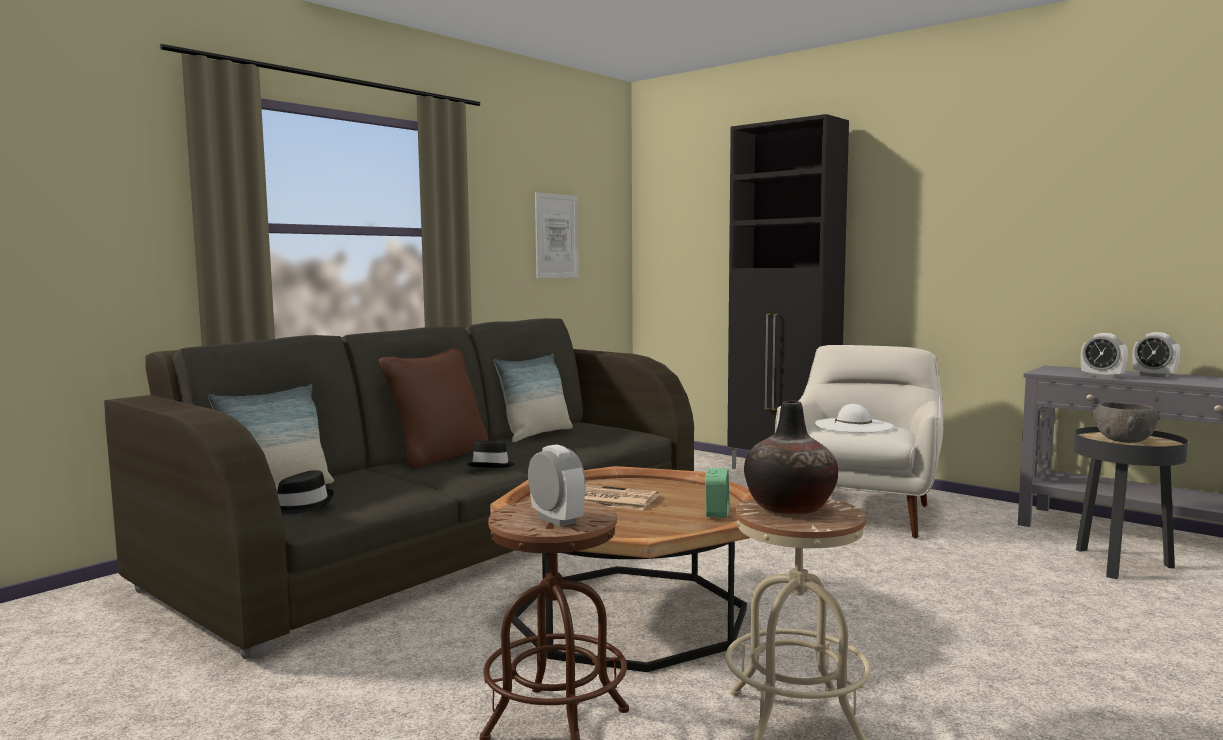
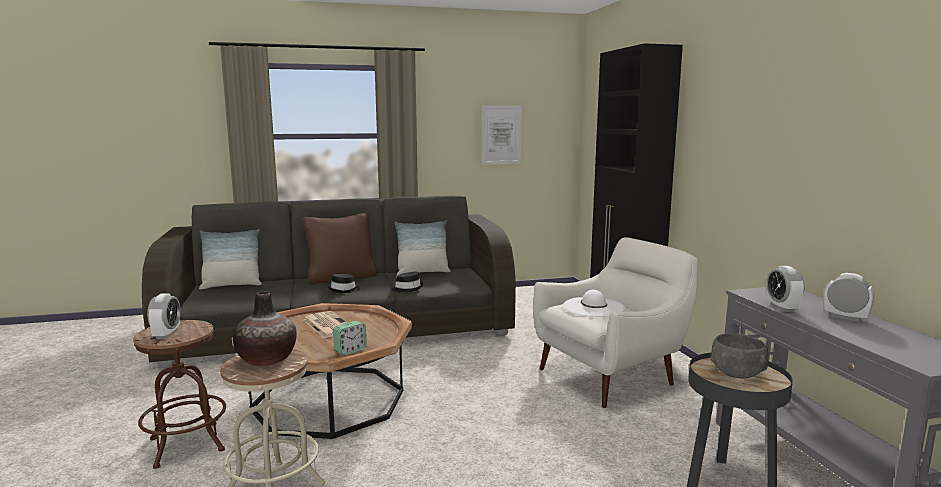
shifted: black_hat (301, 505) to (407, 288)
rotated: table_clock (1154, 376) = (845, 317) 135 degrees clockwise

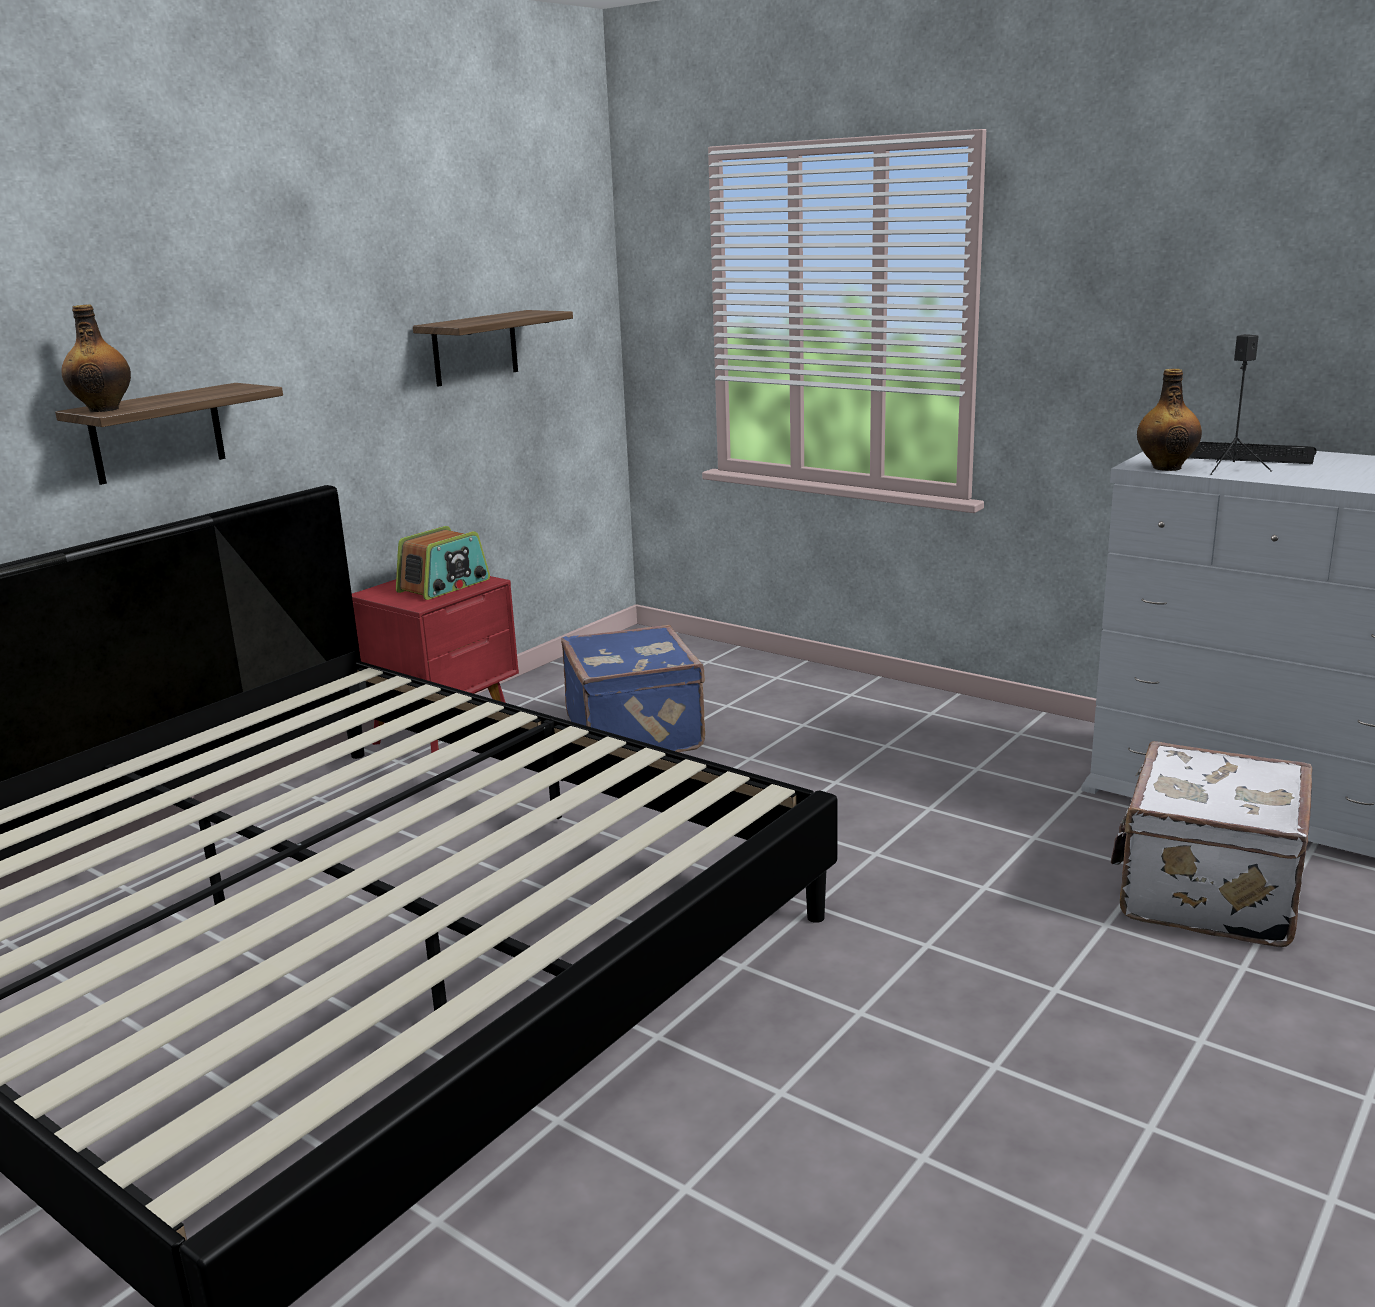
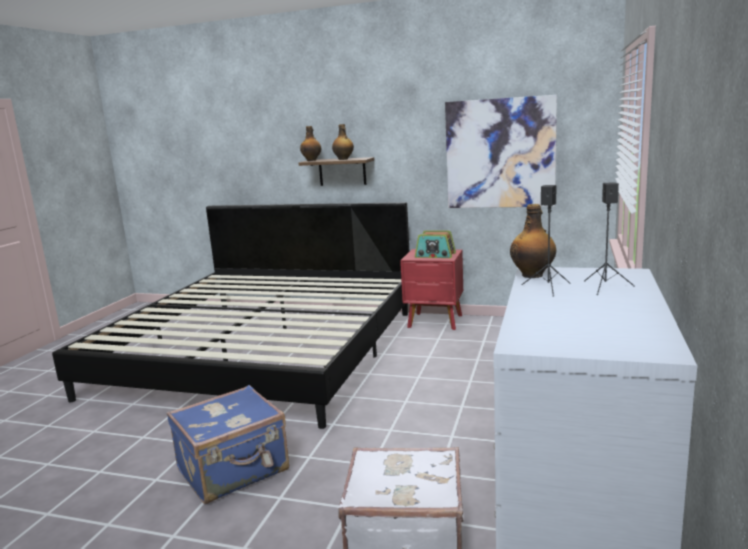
new: beverage_bottle (343, 159)
shifted: blue_travel_case (637, 733) to (234, 470)
swapped: shelf (475, 348) to picture (500, 153); PC_keyboard (1243, 456) to black_speaker (605, 287)

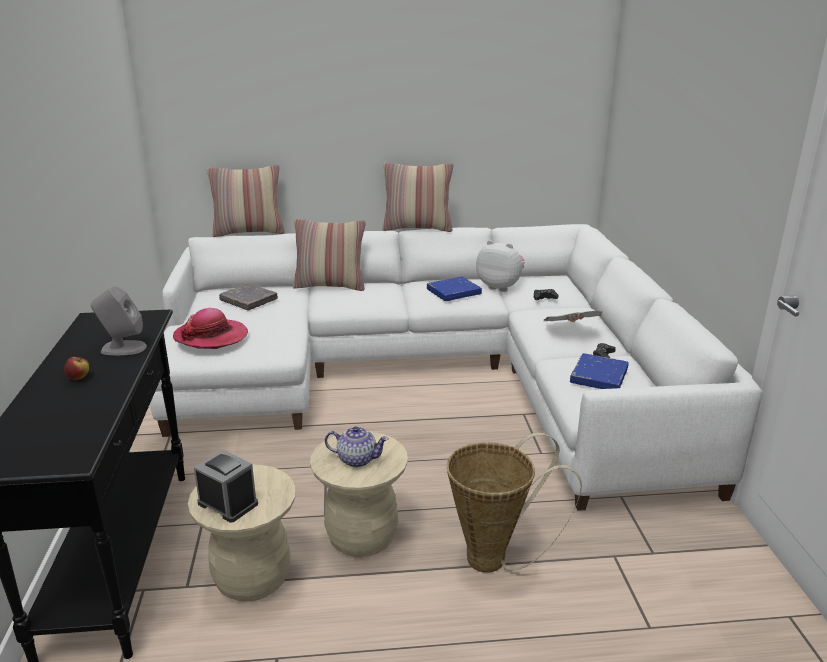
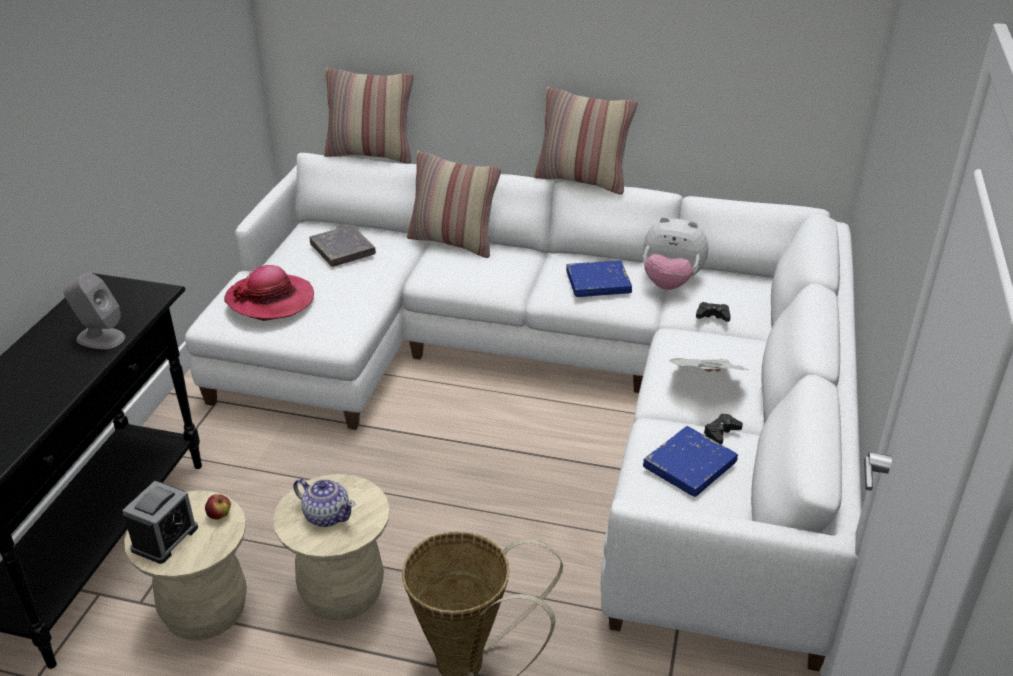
shifted: apple (79, 378) to (219, 515)
rotated: table_clock (228, 503) = (165, 538) 60 degrees clockwise; soft_toy (500, 287) = (670, 283) 150 degrees clockwise

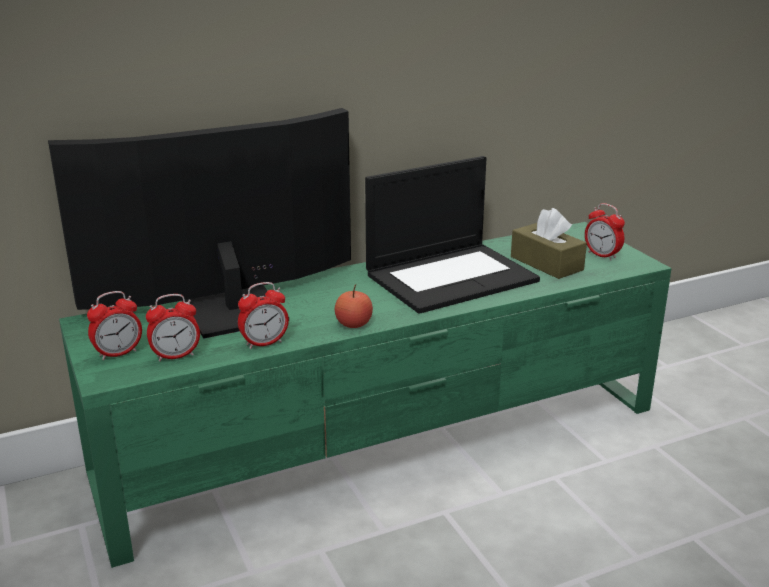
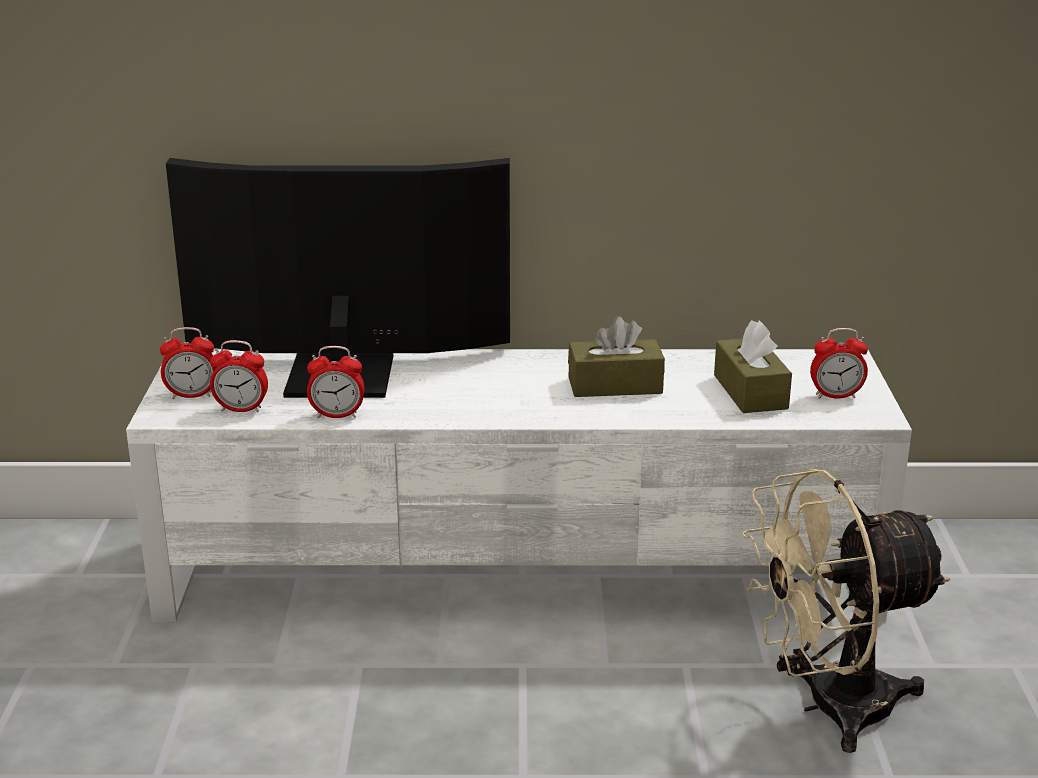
gone: apple (353, 324)
new: beige-coloured_electric_fan (828, 707)
swapped: portable_computer (452, 277) to brownish_tissue_holder (615, 385)
repainted: green_tv_unit (386, 439) to white-coloured_tv_unit (522, 572)
rotated: table_clock (602, 255) = (835, 396) 75 degrees counterclockwise

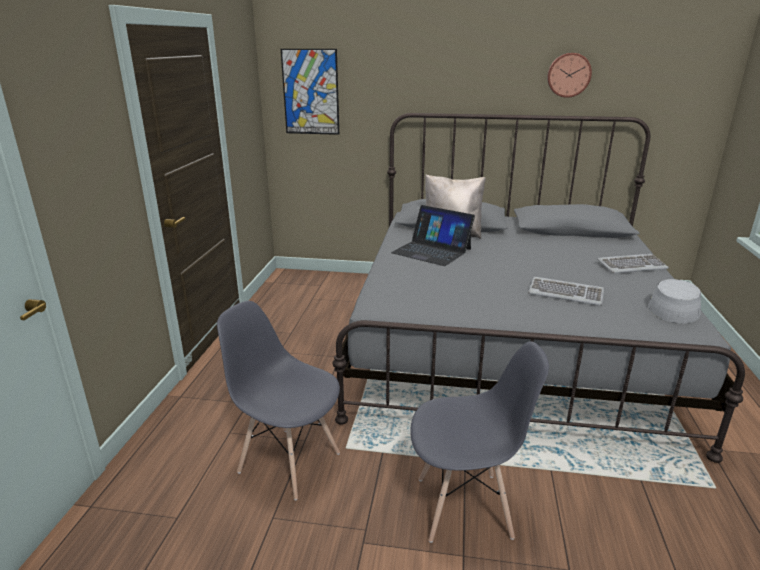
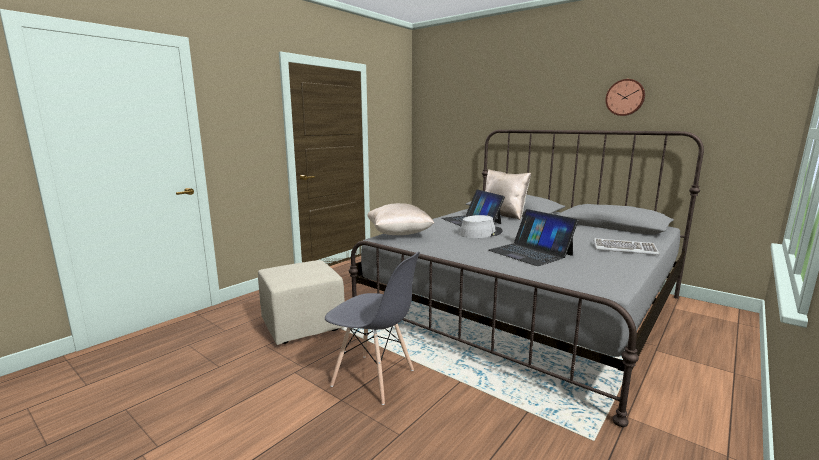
gone: picture (310, 92)
new: beige-coloured_throw_pillow (399, 234)
shifted: grey_hat (673, 307) to (480, 233)
swapped: grey_chair (289, 461) to beige-coloured_ottoman (303, 325); PC_keyboard (565, 293) to portable_computer (530, 252)

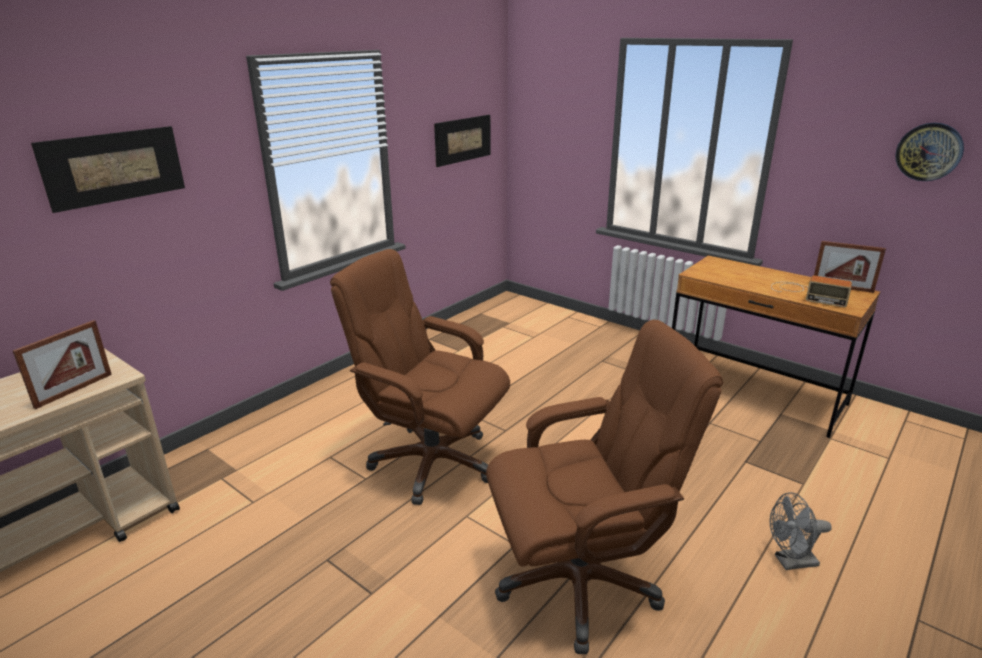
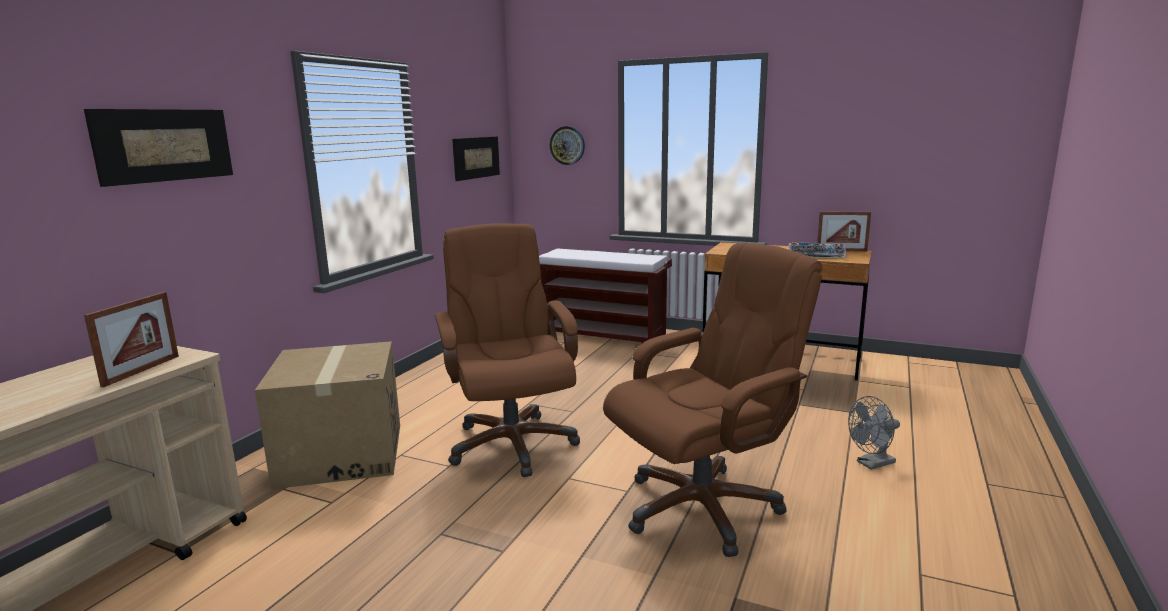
new: carton (341, 454); brownish_bench (604, 335)
shifted: clock_on_the_wall (929, 152) to (567, 145)
swapped: radio_receiver (806, 293) to PC_keyboard (816, 255)
rotated: brownish_desk_chair (431, 462) = (511, 444) 60 degrees clockwise

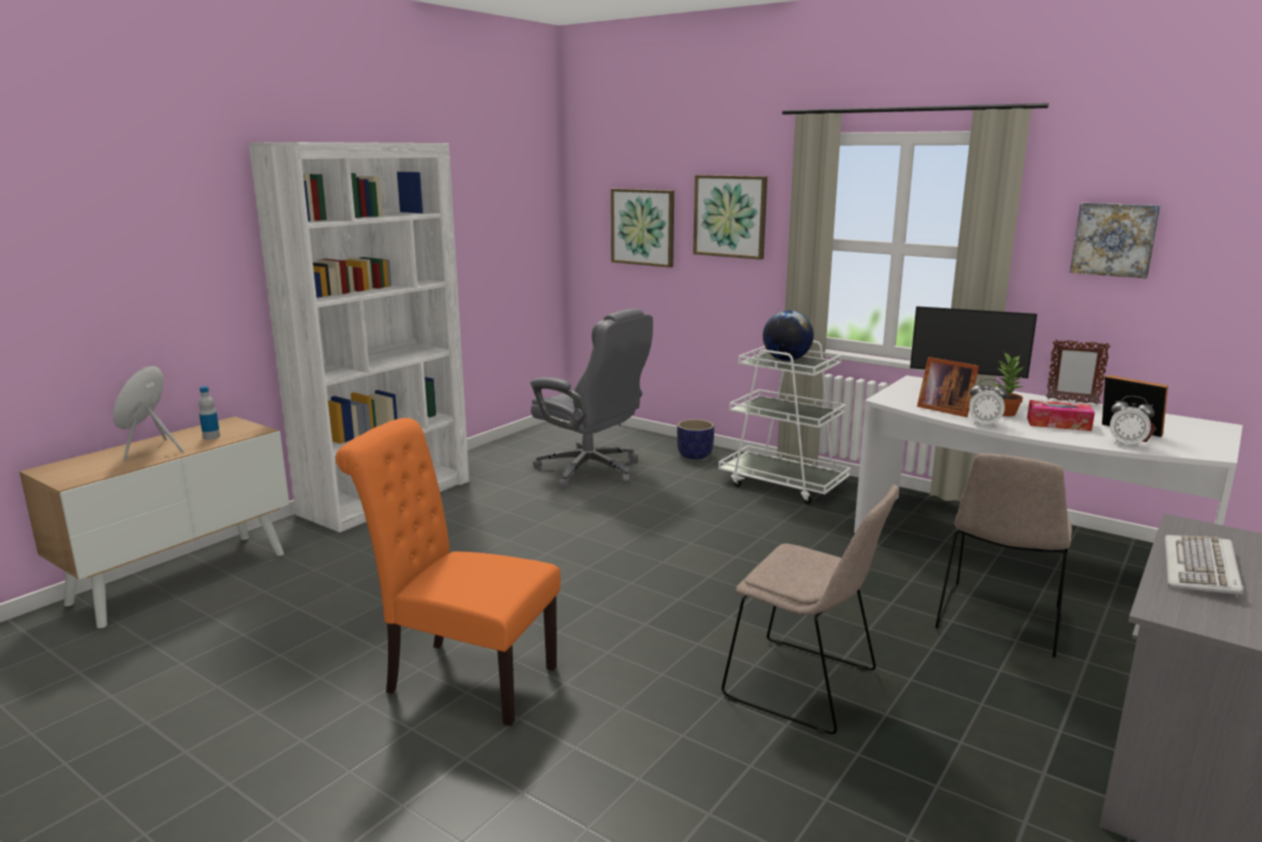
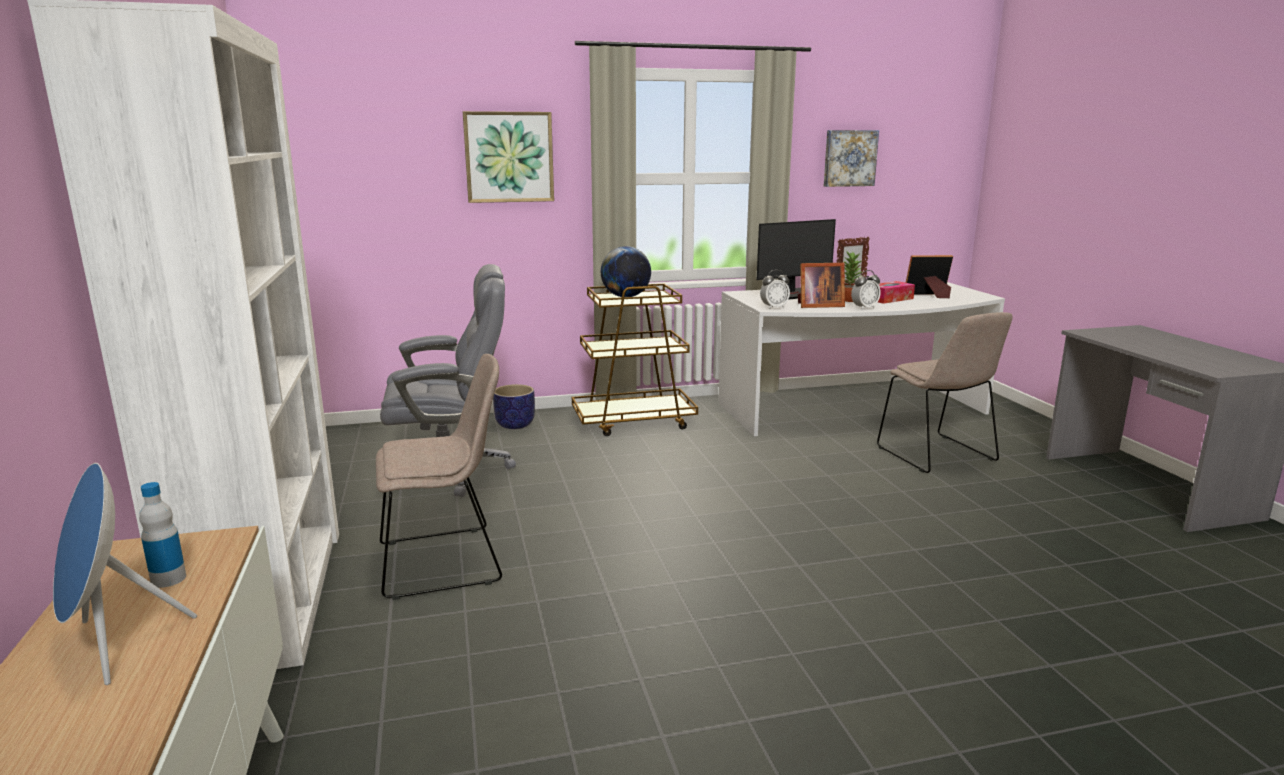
gone: orange-coloured_chair (462, 678); picture (643, 227); PC_keyboard (1201, 569)
shifted: beige-coloured_chair (805, 686) to (445, 561); table_clock (1126, 444) to (774, 308)
repainted: white-coloured_wheeled_cart (783, 484) to brownish_wheeled_cart (634, 421)

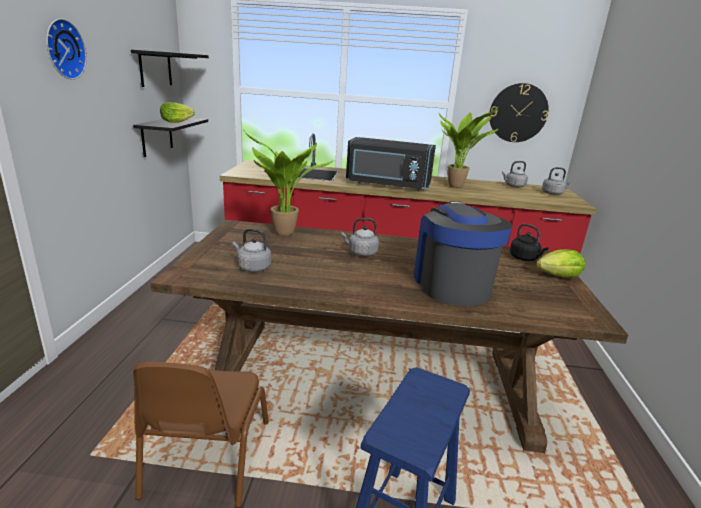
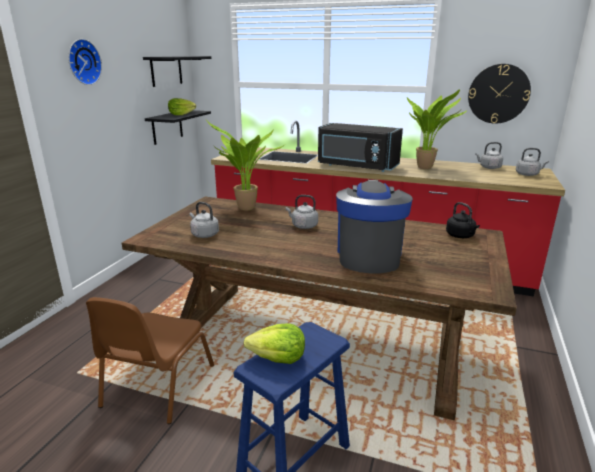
shifted: lettuce_head (558, 276) to (278, 358)

